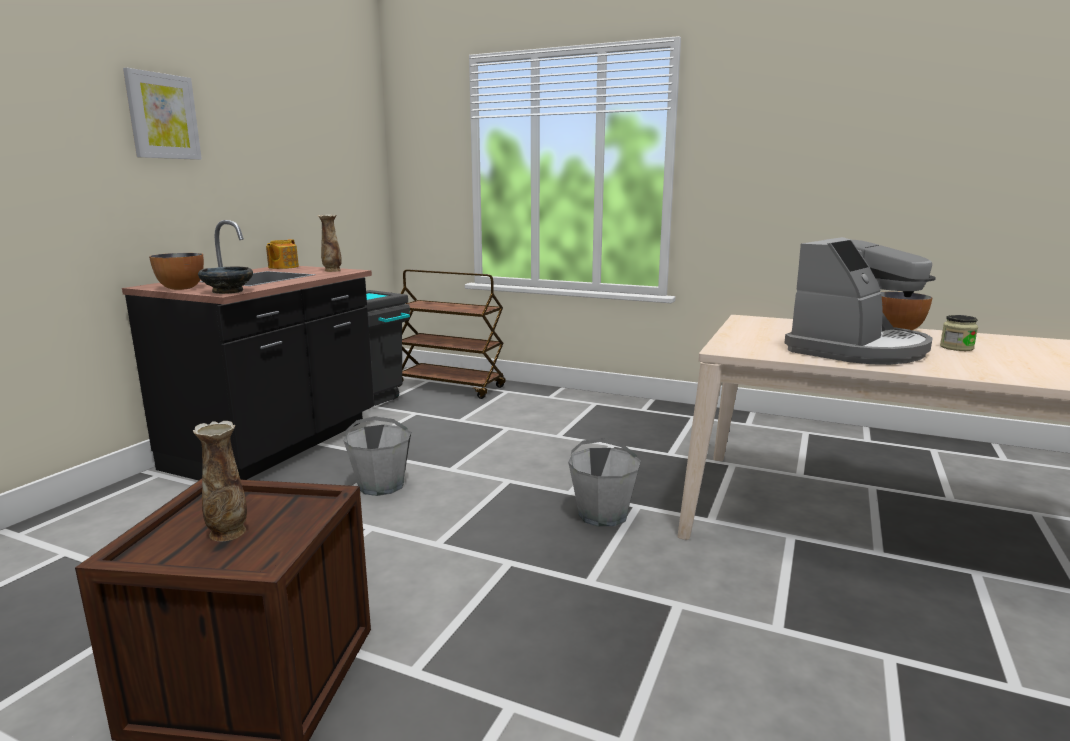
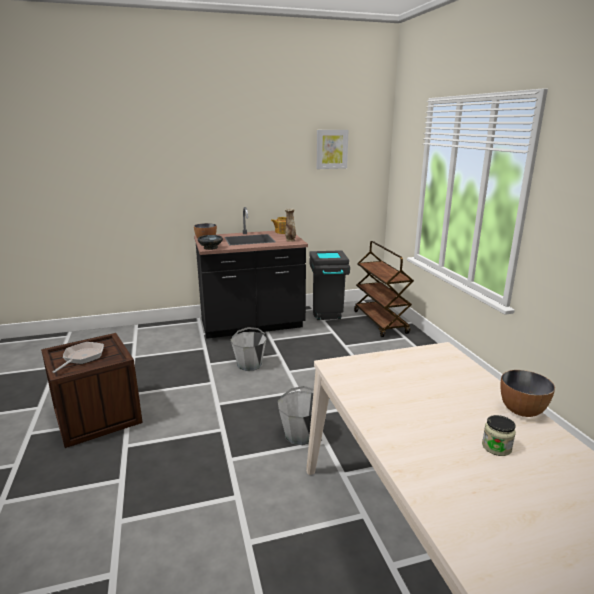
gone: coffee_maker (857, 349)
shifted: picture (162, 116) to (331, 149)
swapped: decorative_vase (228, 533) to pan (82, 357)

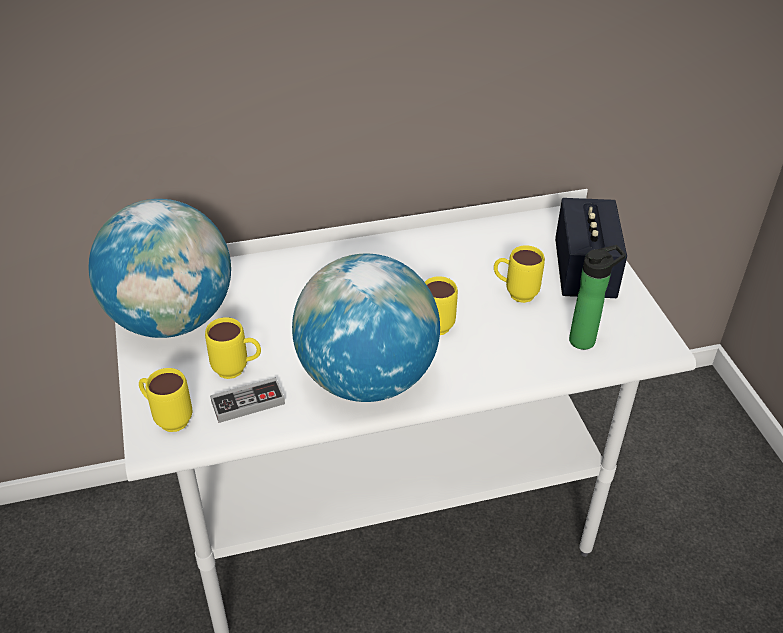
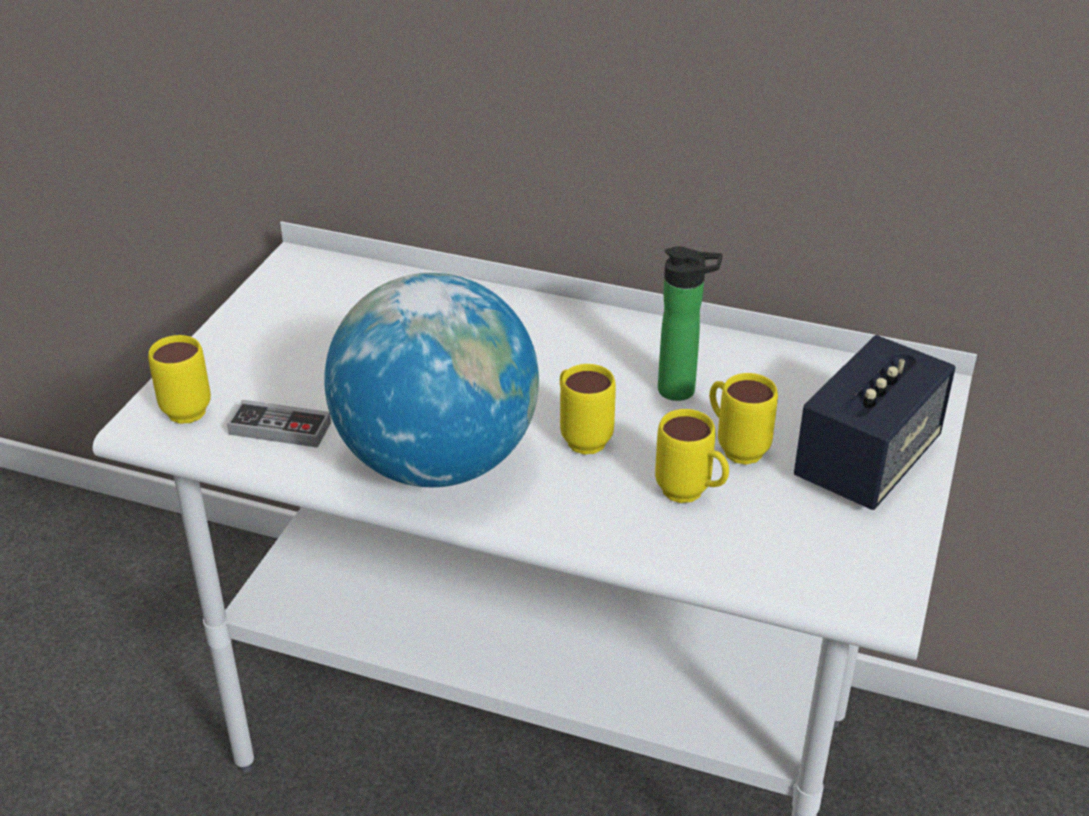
gone: globe (171, 319)
shifted: yellowish_coffee_mug (237, 370) to (691, 496); beverage_bottle (586, 339) to (682, 391)

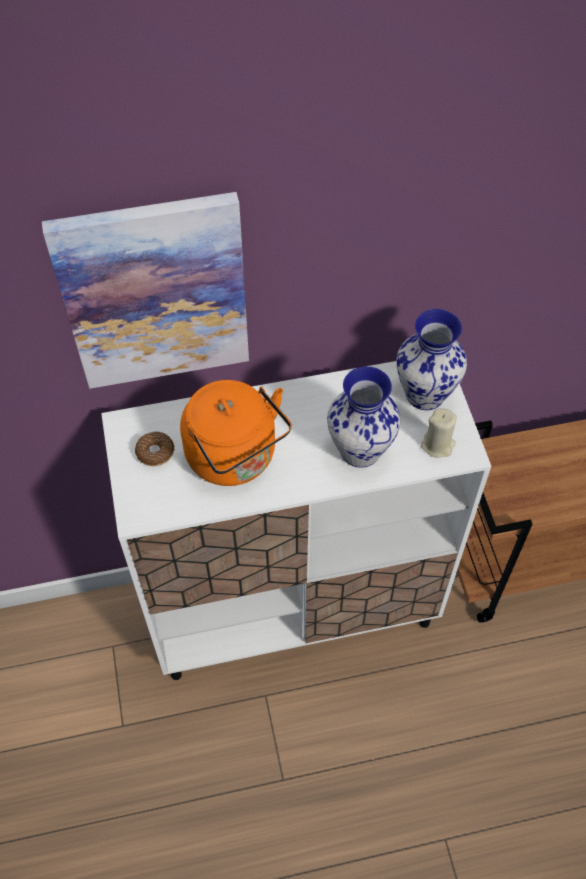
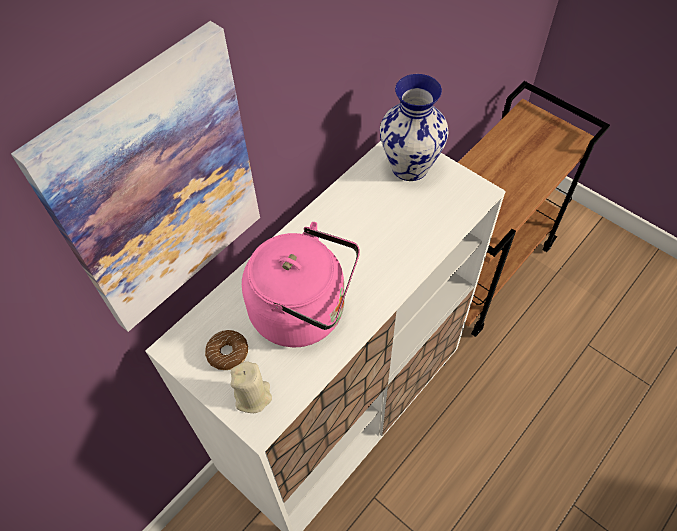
gone: decorative_vase (359, 450)
shifted: beige-coloured_wax_light (437, 445) to (253, 396)
repainted: orange-coloured_tea_kettle (235, 458) to pink-coloured_tea_kettle (304, 311)

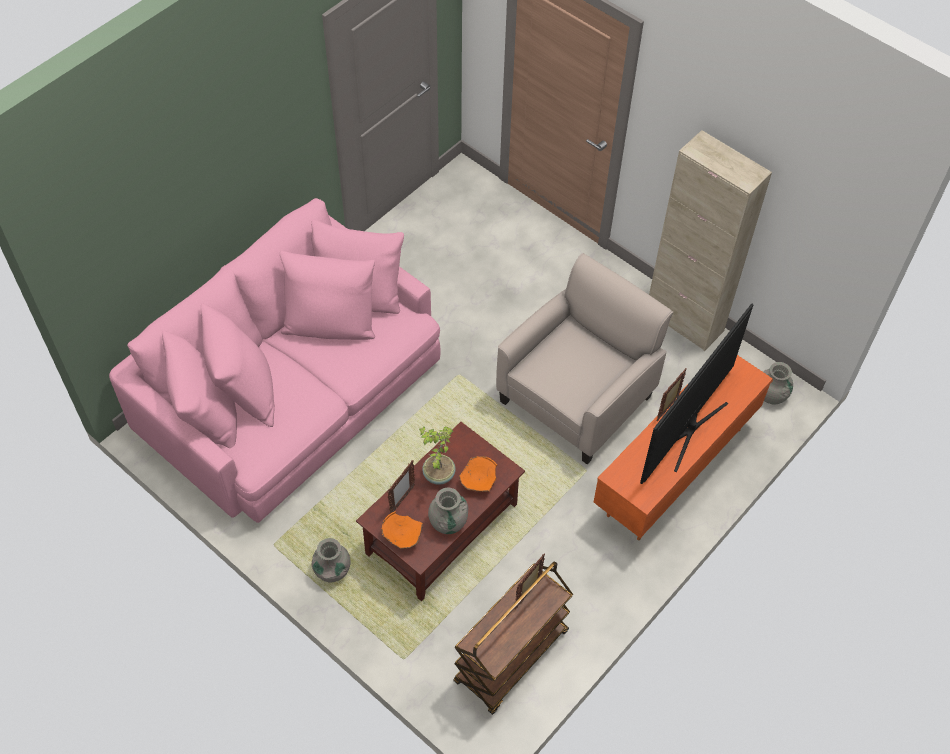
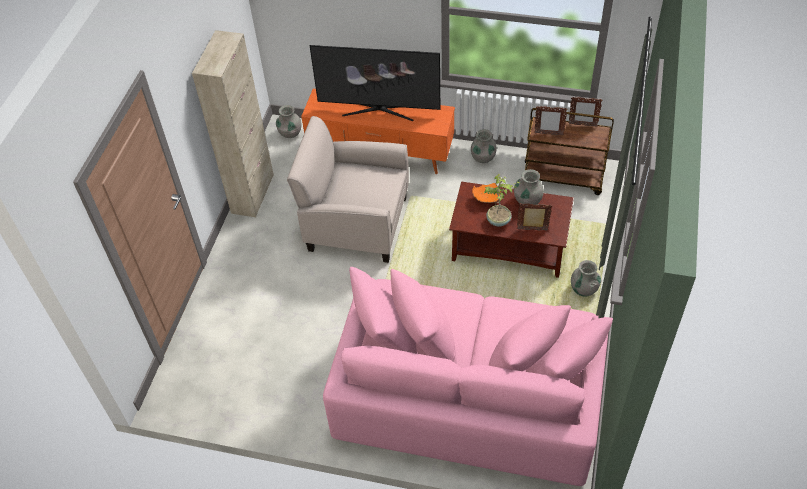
gone: orange-coloured_deep_dish (402, 537)
new: grey_decorative_vase (483, 158)
shifted: photo_frame (668, 408) to (582, 125)

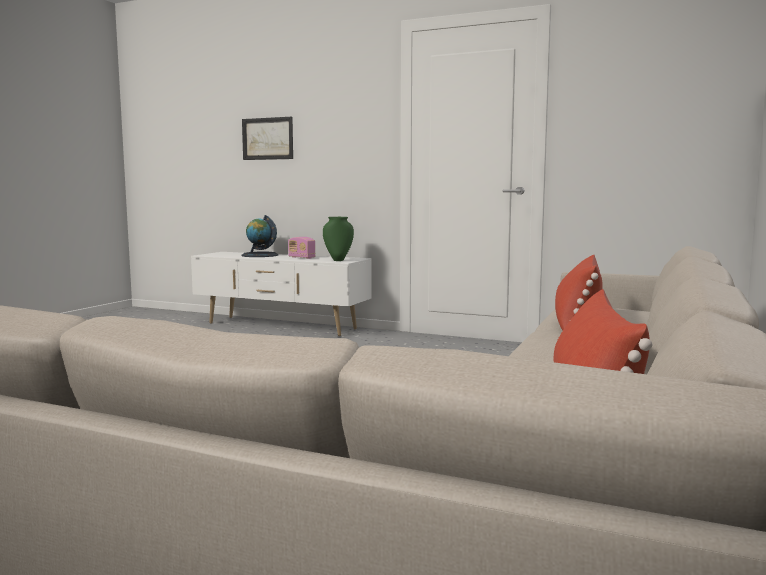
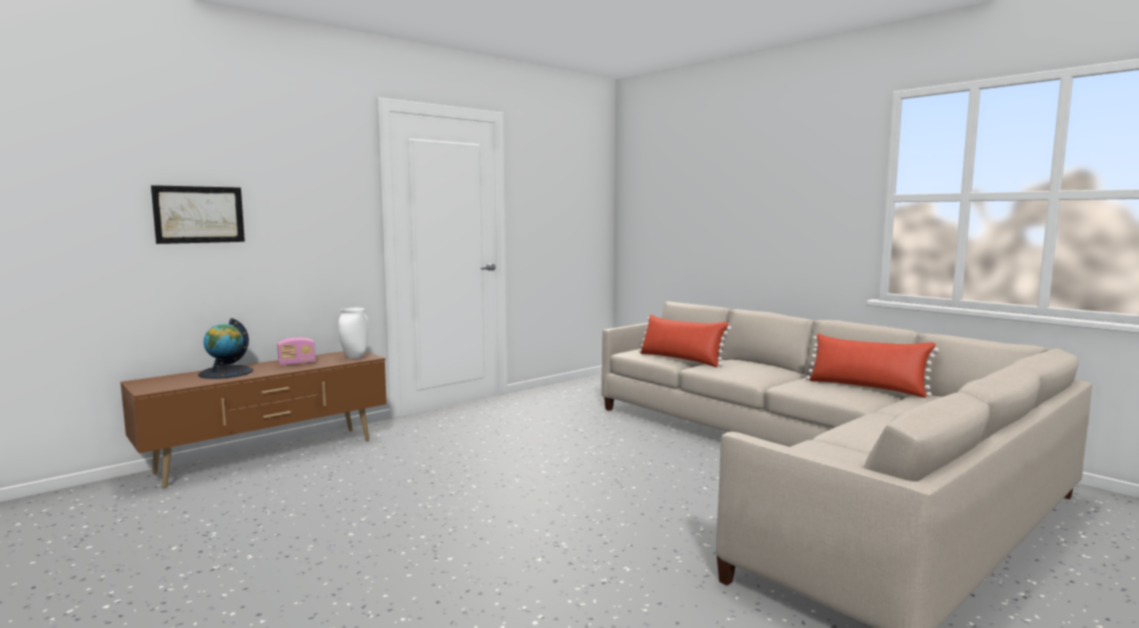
repainted: white-coloured_tv_unit (281, 326) to brownish_tv_unit (269, 456); green_decorative_vase (338, 260) to white-coloured_decorative_vase (354, 357)

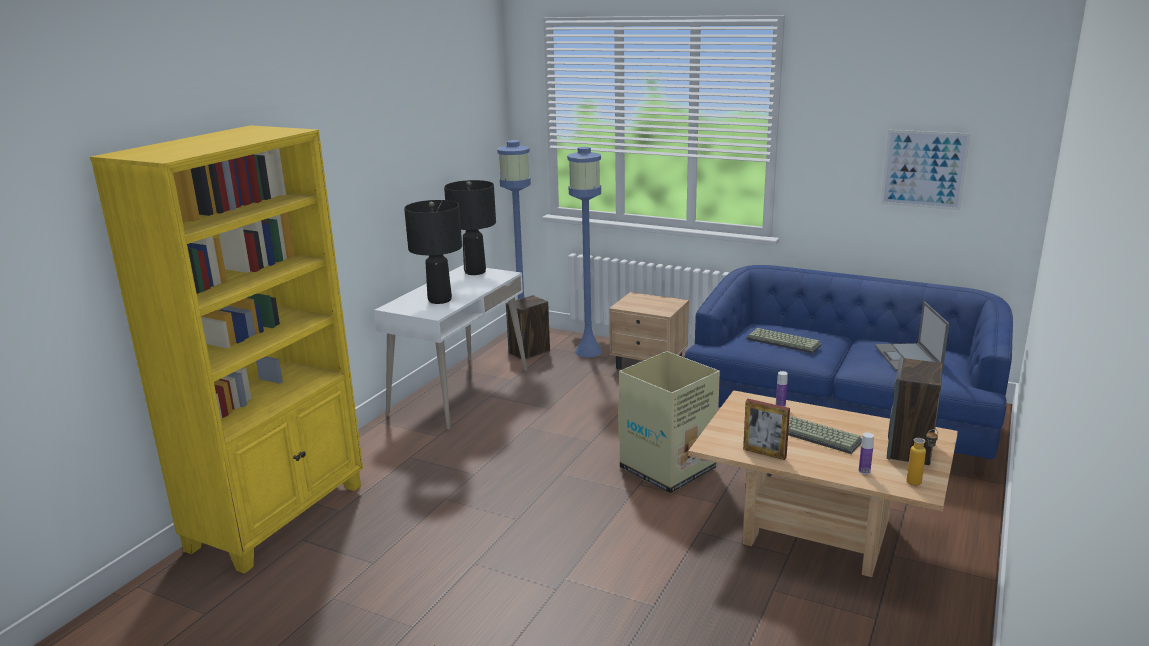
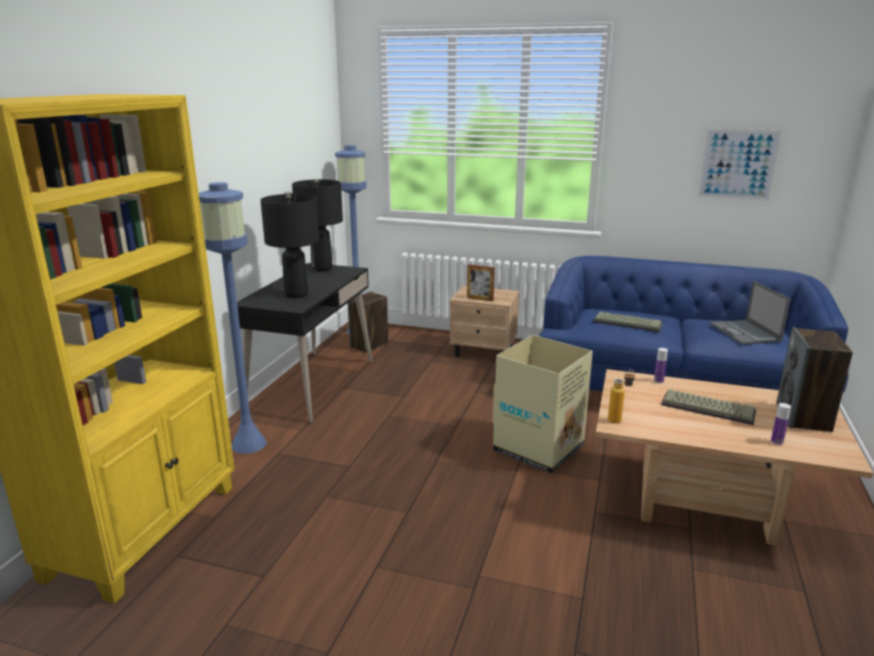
shifted: blue_floor_lamp (588, 351) to (249, 444); photo_frame (764, 453) to (480, 299); beverage_bottle (919, 481) to (619, 419)
repainted: white-coloured_desk (459, 391) to black_desk (312, 384)

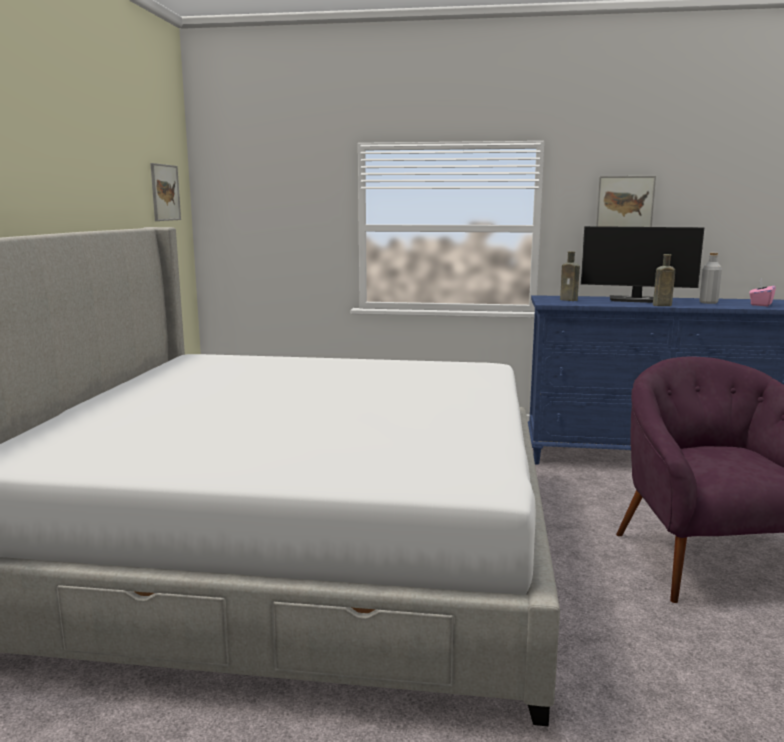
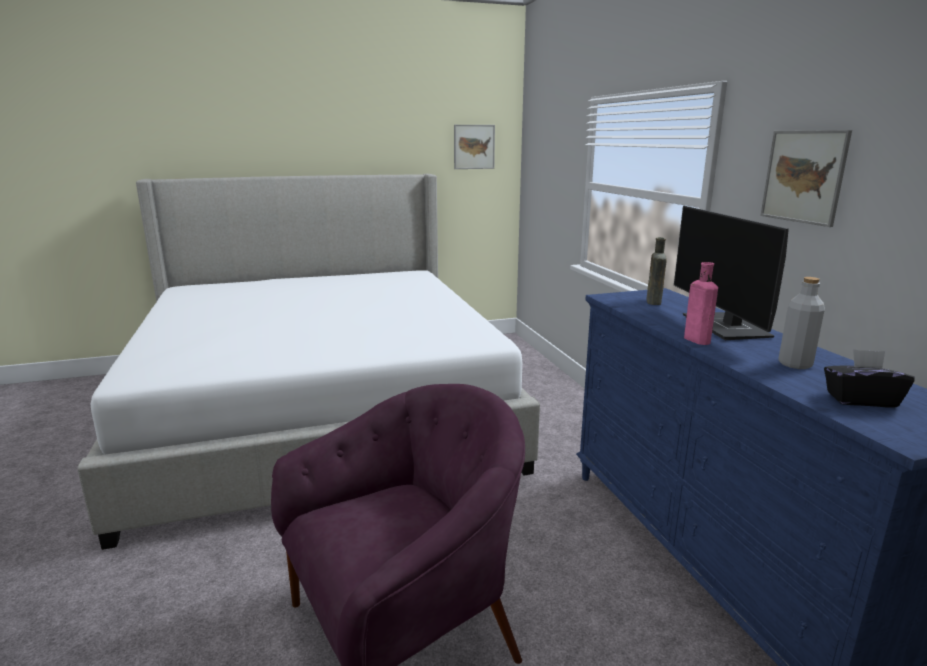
repainted: brownish_beverage_bottle (660, 305) to pink-coloured_beverage_bottle (695, 339); pink-coloured_tissue_holder (760, 304) to black_tissue_holder (860, 399)

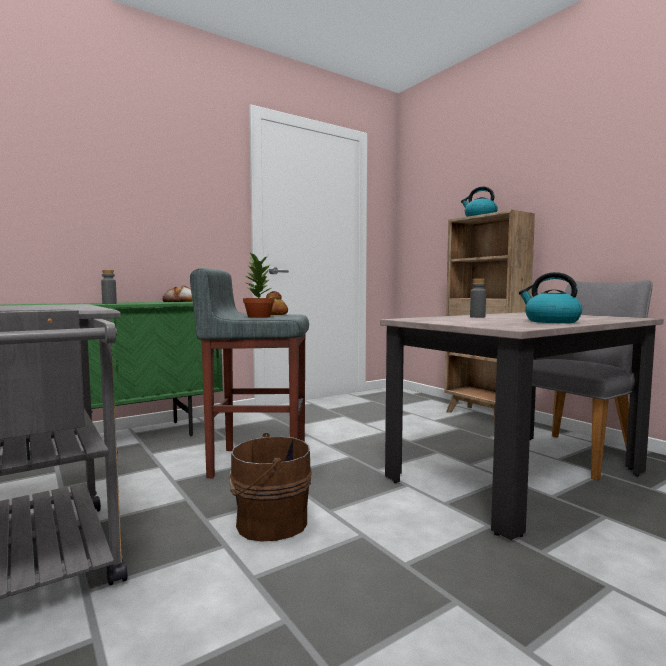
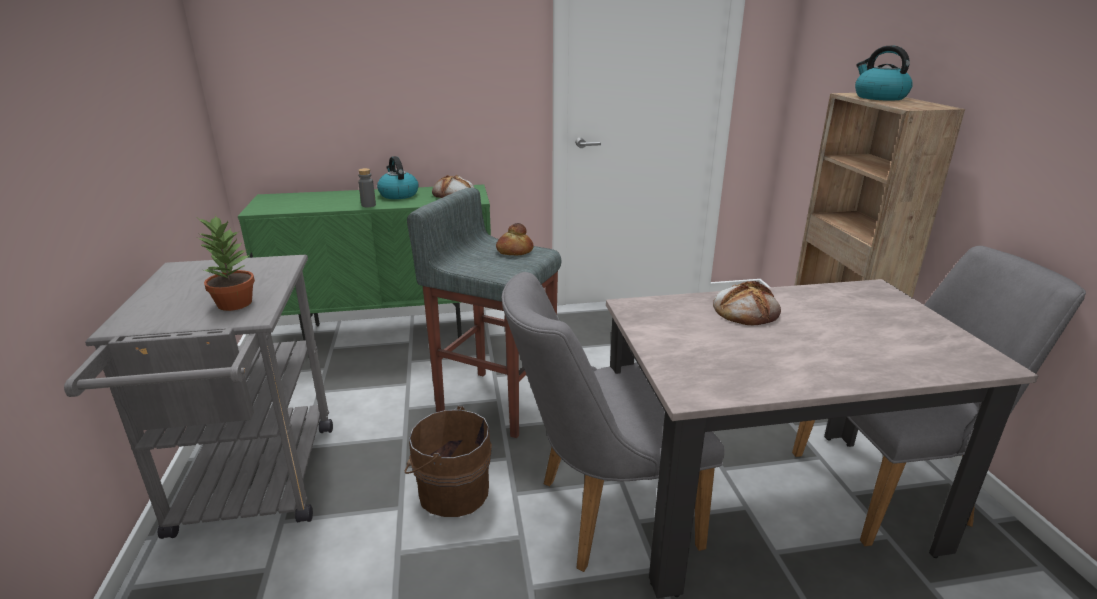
new: grey_chair (602, 513)
shifted: potted_plant (258, 317) to (234, 303); tea_kettle (551, 321) to (398, 194)
swapped: grey_beverage_bottle (477, 317) to baked_bread (746, 310)

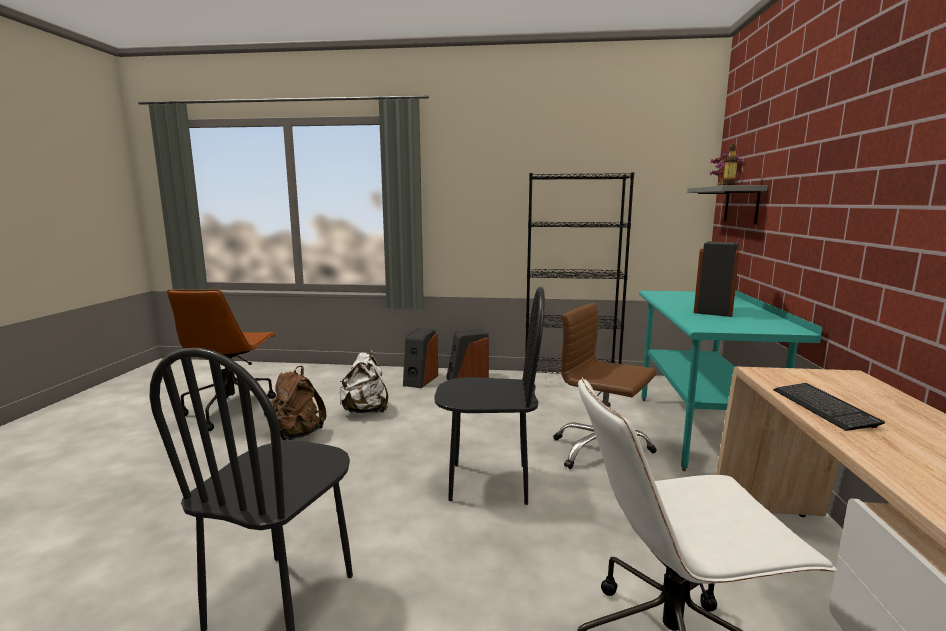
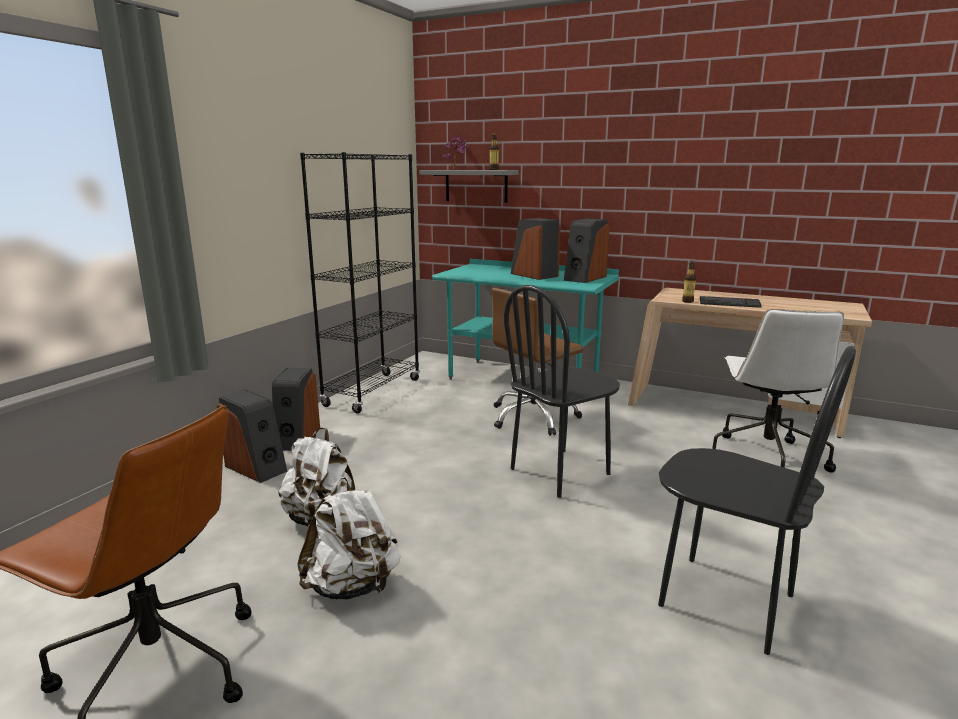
new: speaker (584, 278); beverage_bottle (687, 301)
repainted: brownish_backpack (296, 435) to white-coloured_backpack (352, 586)
rotated: black_chair (489, 482) = (560, 472) 150 degrees counterclockwise

